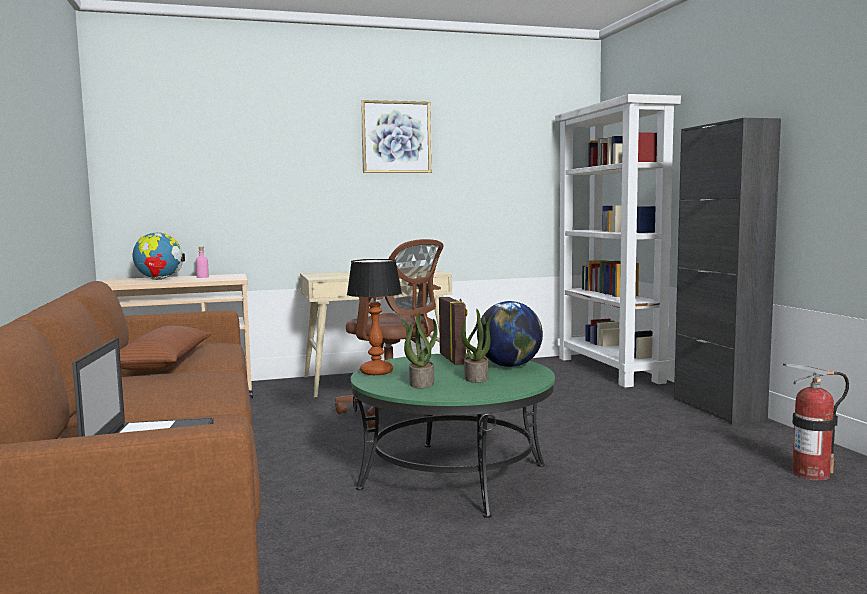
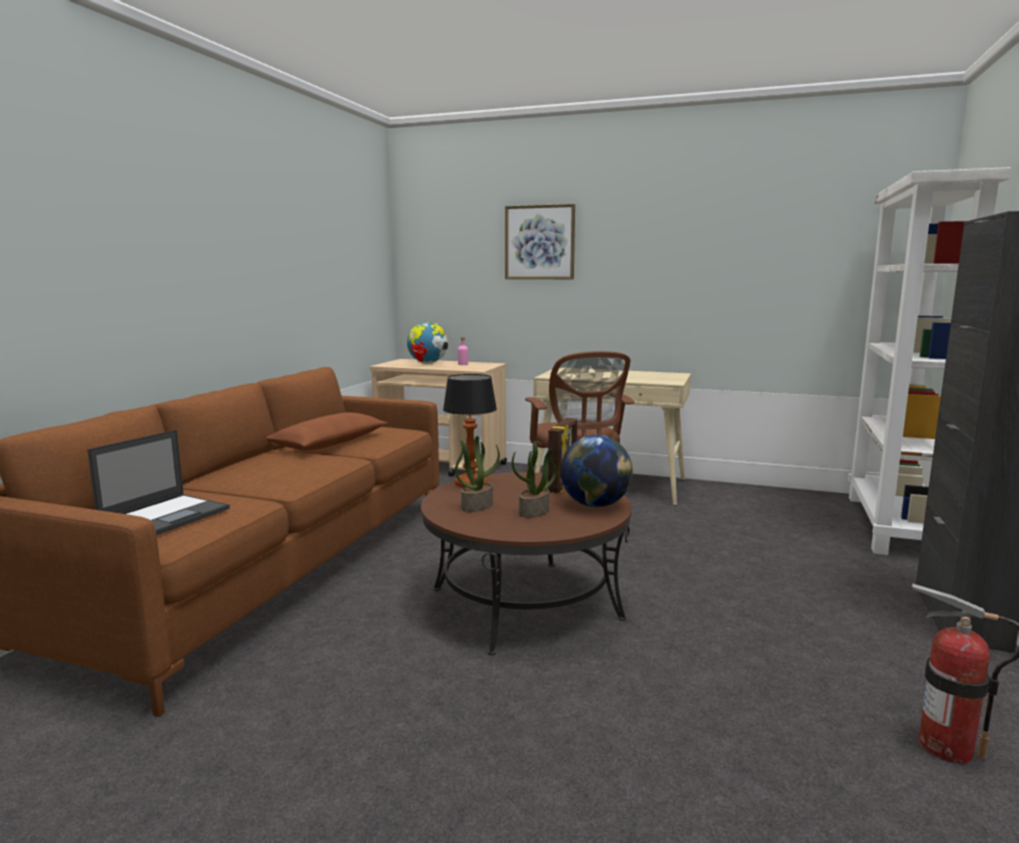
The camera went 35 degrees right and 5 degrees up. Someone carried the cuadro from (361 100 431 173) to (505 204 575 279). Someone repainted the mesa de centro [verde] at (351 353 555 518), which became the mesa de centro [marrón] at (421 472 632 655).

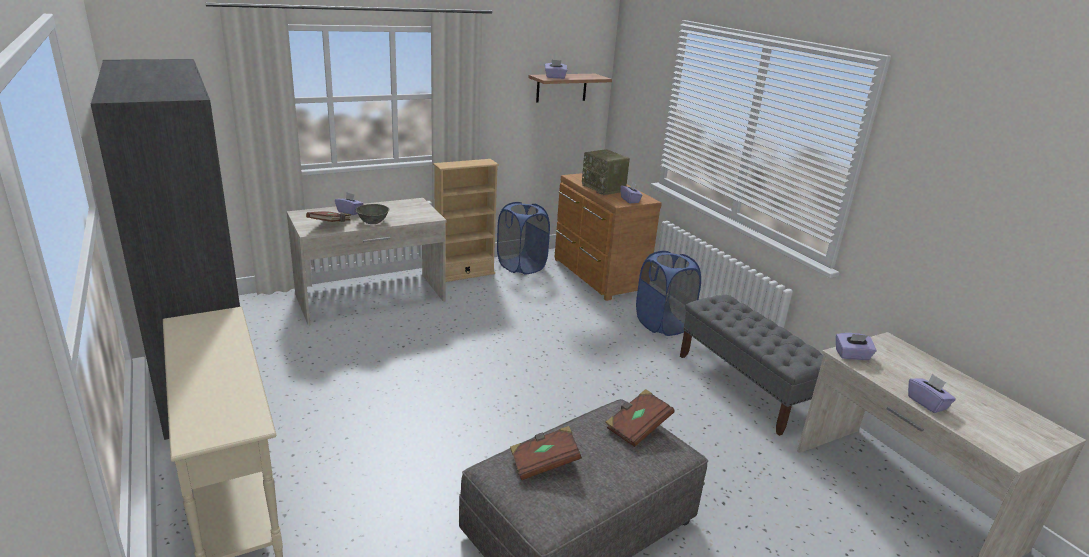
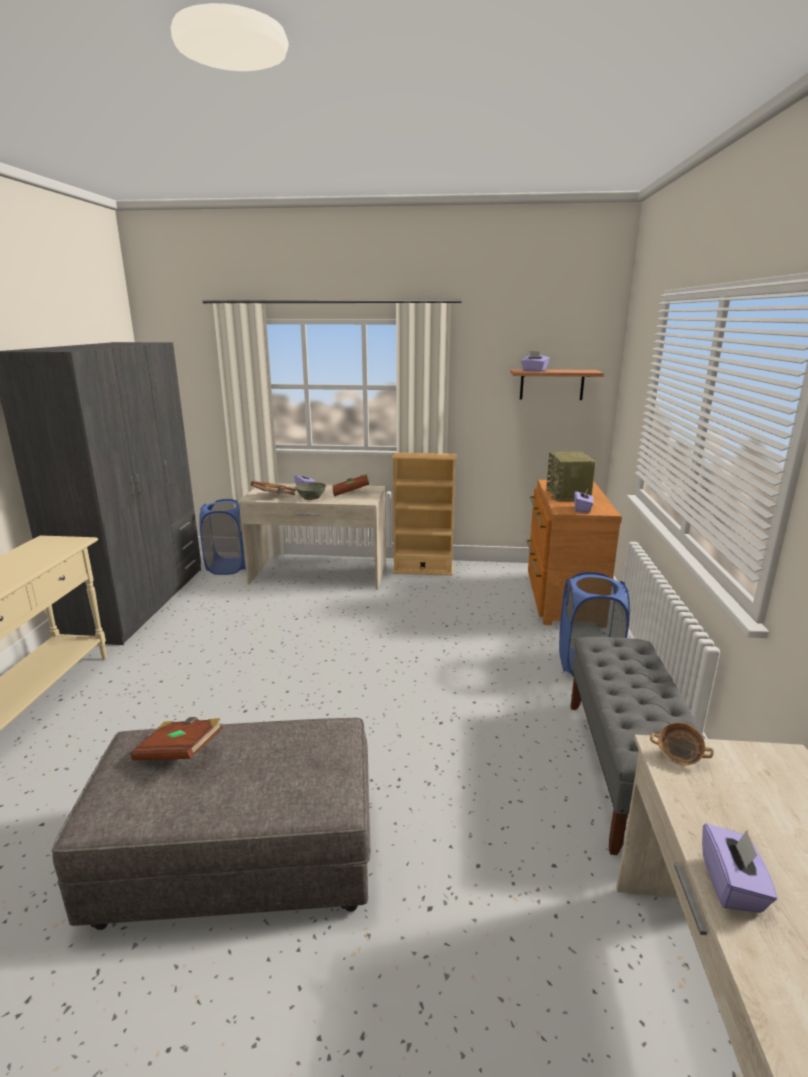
The camera went 35 degrees right and 5 degrees down. Someone carried the cesto de la ropa [azul] from (497 202 550 275) to (200 499 246 575). Someone swapped the caja de pañuelos [morado] at (836 333 876 360) for the cuenco at (650 723 714 765). Someone carried the libro [marrón] from (605 389 675 447) to (332 474 369 496).

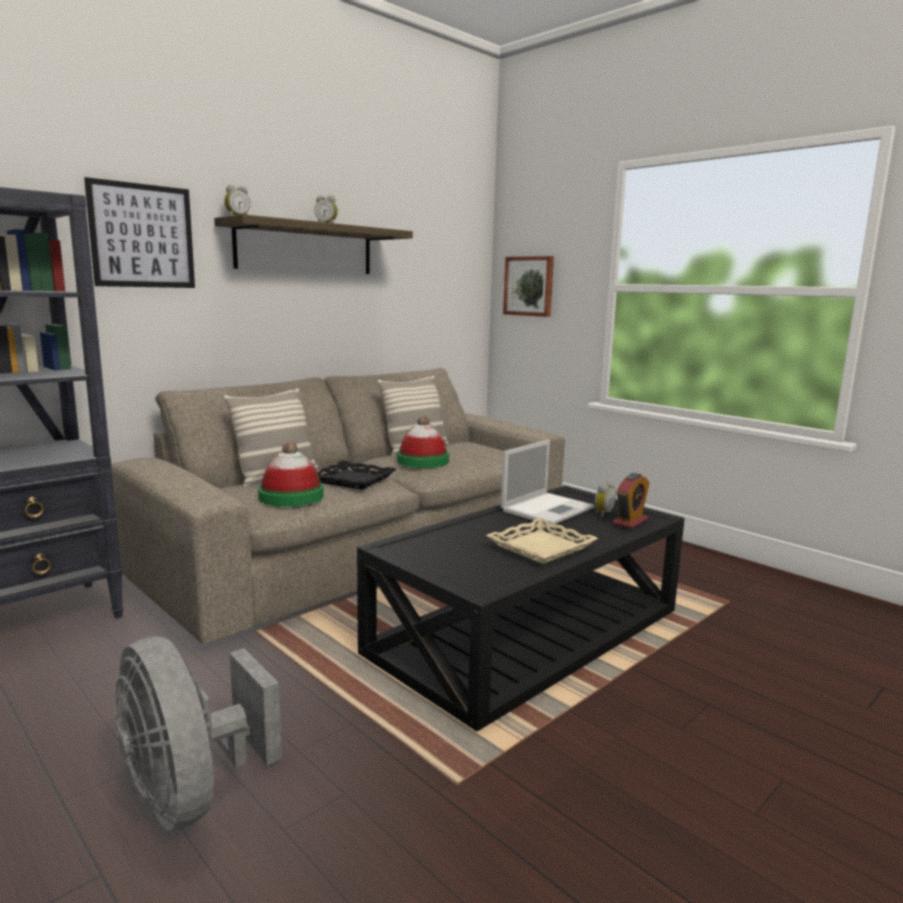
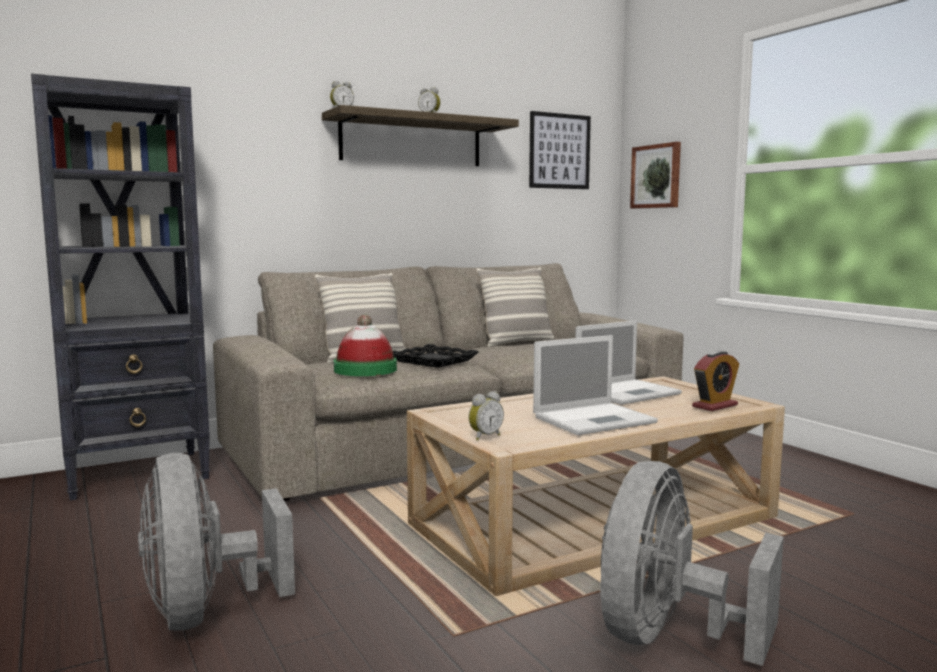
The camera went 15 degrees right and 5 degrees down. Someone carried the cuadro from (84 177 195 288) to (529 111 591 189). Someone took away the sombrero at (397 416 449 468). Someone carried the despertador from (595 481 616 518) to (469 391 504 440). Someone repainted the mesa de centro [negro] at (357 486 685 731), which became the mesa de centro [beis] at (407 376 785 596). Someone swapped the bandeja [beis] at (486 518 598 564) for the portátil at (533 335 658 435). Someone put down the ventilador [gris] at (600 461 784 666).

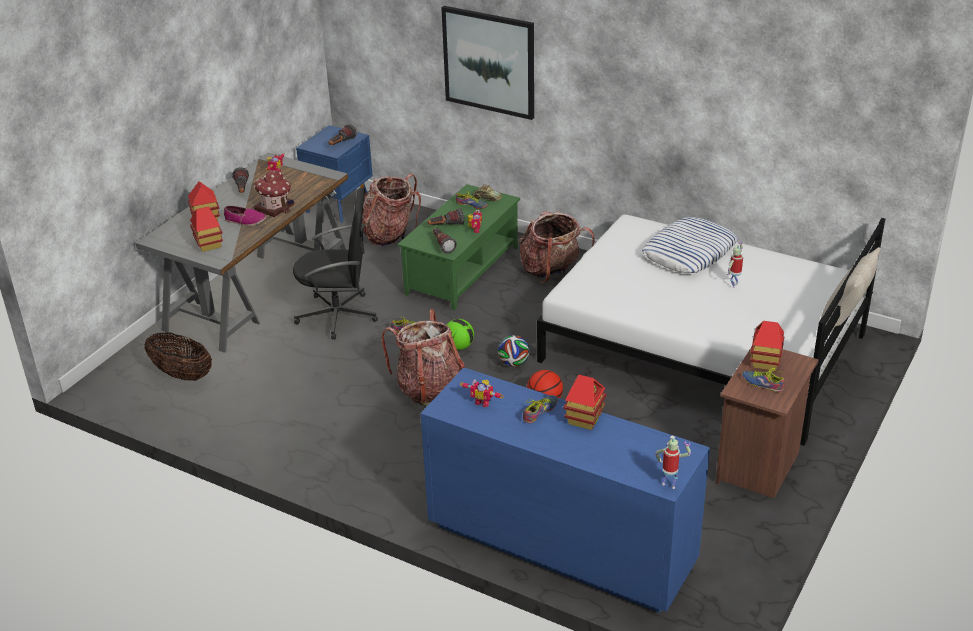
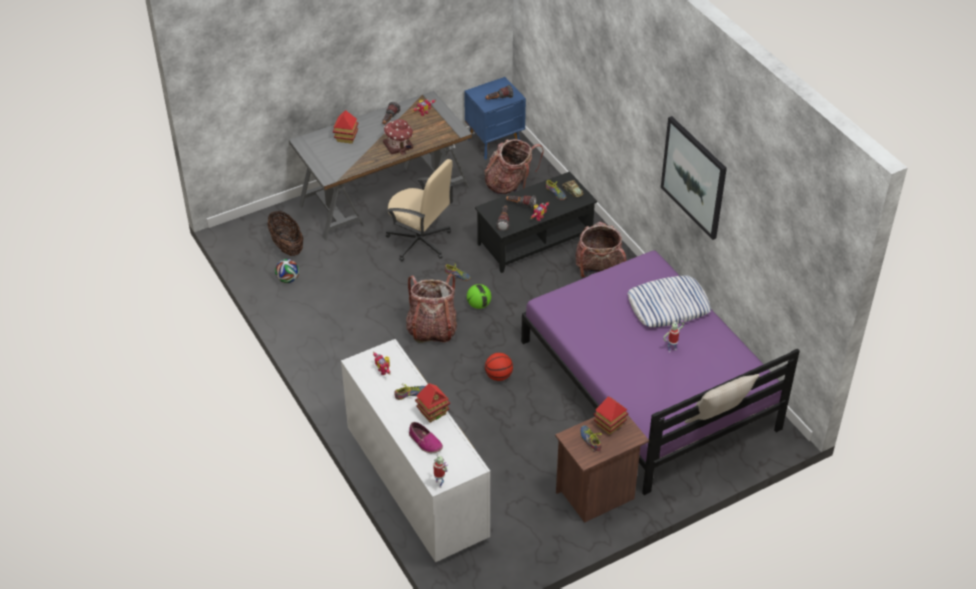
The camera went 30 degrees right and 10 degrees up. Someone carried the cuadro from (441 6 534 120) to (661 116 727 240). Someone repainted the mesa de centro [verde] at (398 184 520 310), which became the mesa de centro [negro] at (475 171 597 273). Someone repainted the silla de oficina [negro] at (293 188 378 340), which became the silla de oficina [beis] at (386 159 454 262). Someone carried the zapato from (224 206 266 226) to (409 422 443 453). Someone took away the casita at (190 207 223 252). Someone repainted the cama [blanco] at (537 214 885 446), which became the cama [morado] at (521 251 800 495). Someone carried the balón de fútbol from (498 335 530 367) to (275 259 299 283). Someone repainted the cómoda [azul] at (421 368 710 613), which became the cómoda [blanco] at (341 339 490 562).

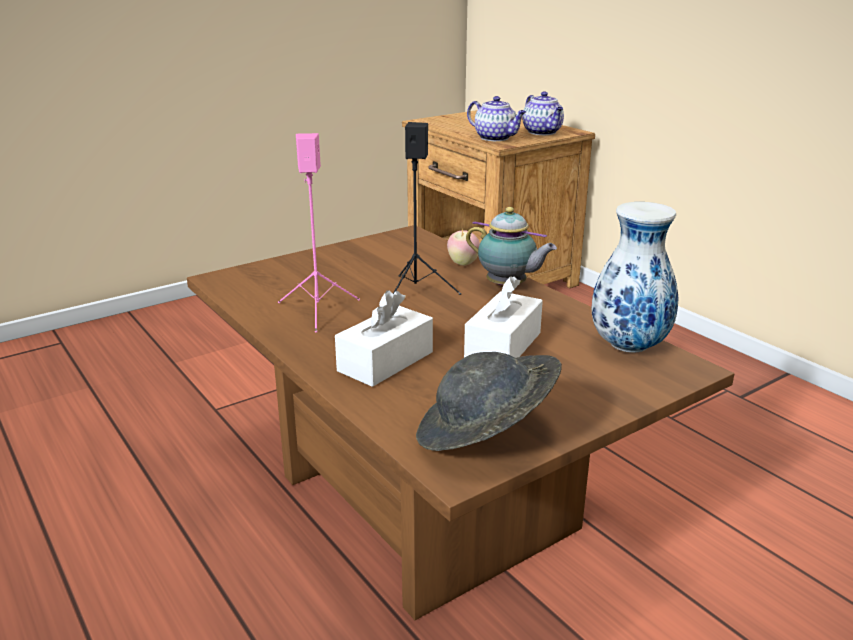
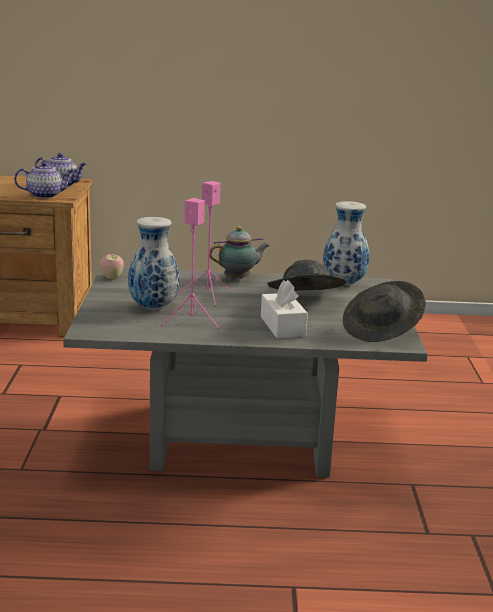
The camera went 55 degrees left and 5 degrees down. Someone repainted the altavoz [negro] at (393 122 461 295), which became the altavoz [rosa] at (178 181 230 308). Someone repainted the mesa de centro [marrón] at (187 225 734 620), which became the mesa de centro [gris] at (63 268 428 477). Someone carried the manzana from (447 228 480 266) to (100 254 124 279). Someone swapped the caja de pañuelos [blanco] at (464 276 543 358) for the sombrero [gris] at (267 260 347 291). Someone put down the florero at (128 217 179 310).

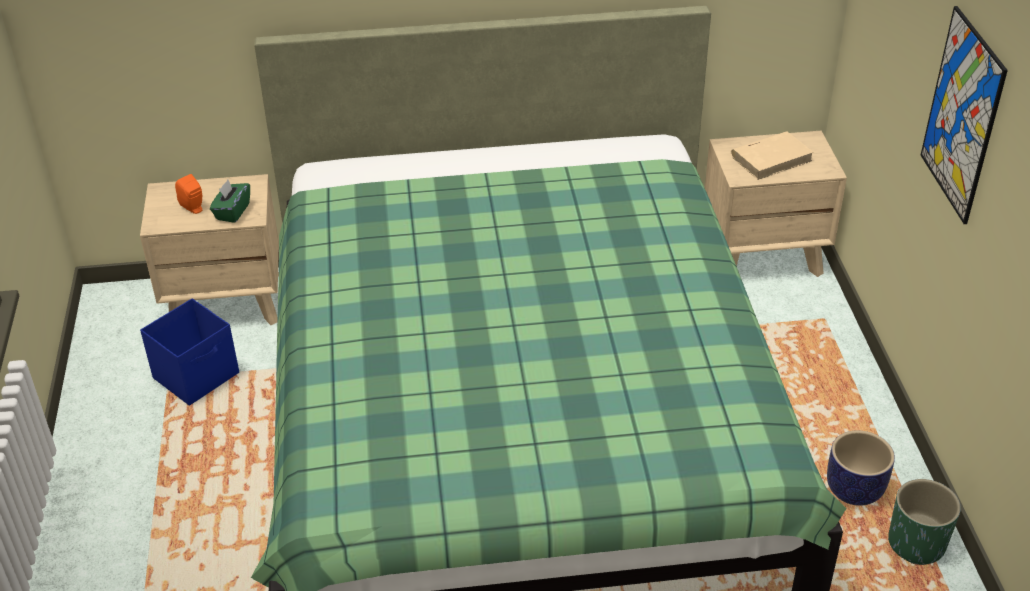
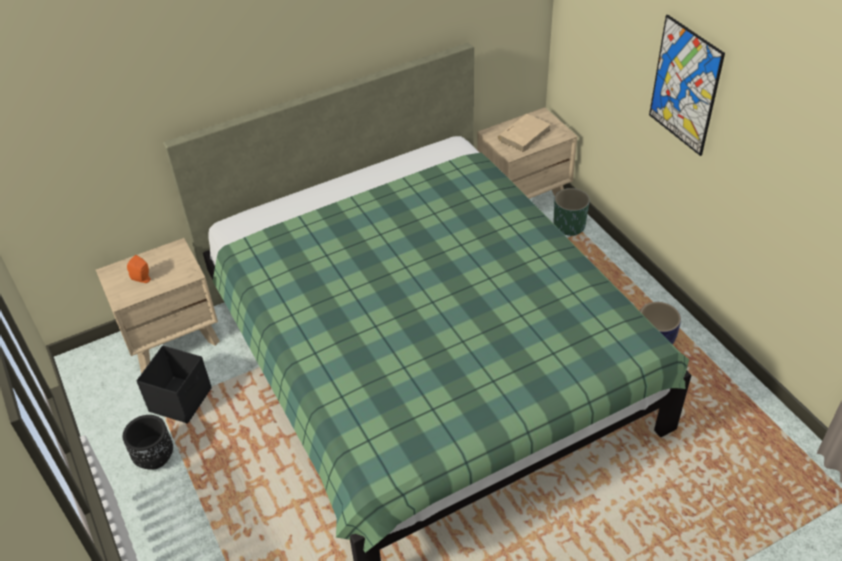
The camera went 20 degrees left and 5 degrees up. Someone took away the caja de pañuelos [verde] at (210 180 250 223). Someone repainted the caja de almacenaje [azul] at (140 298 239 406), which became the caja de almacenaje [negro] at (136 346 212 424). Someone carried the maceta [verde] from (888 479 961 565) to (553 188 590 236). Someone put down the maceta [negro] at (123 415 173 470).

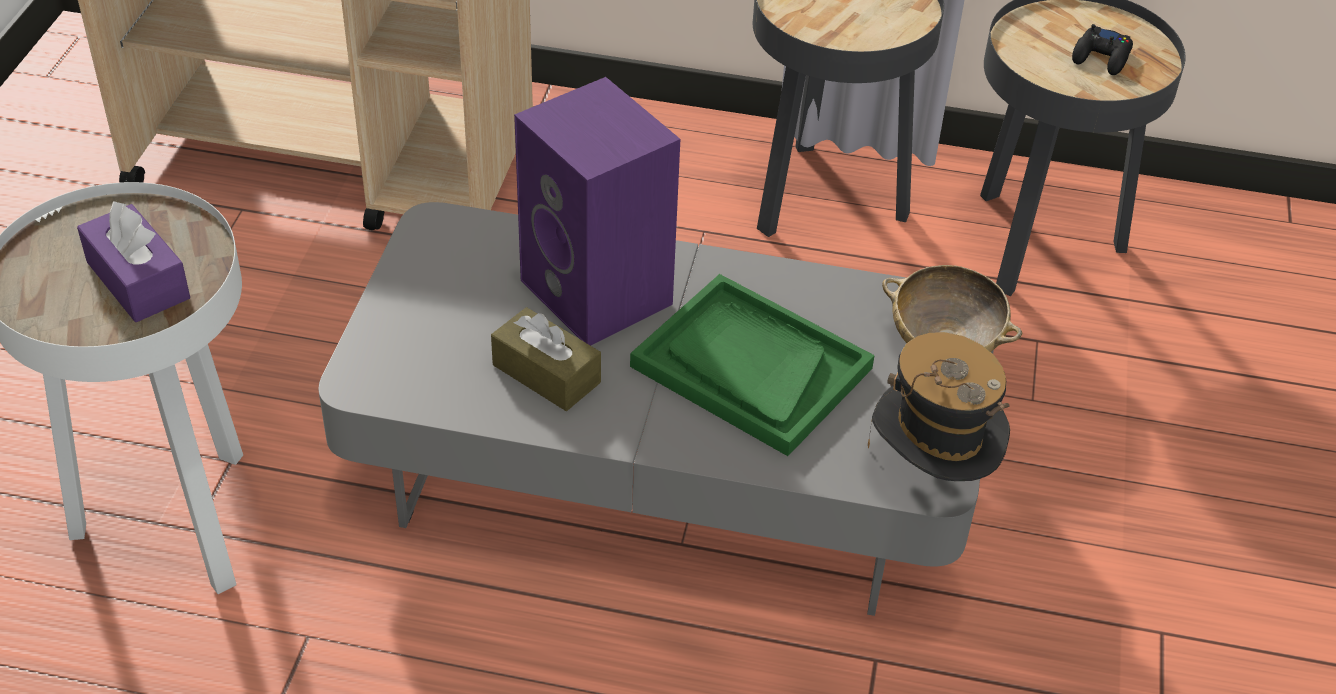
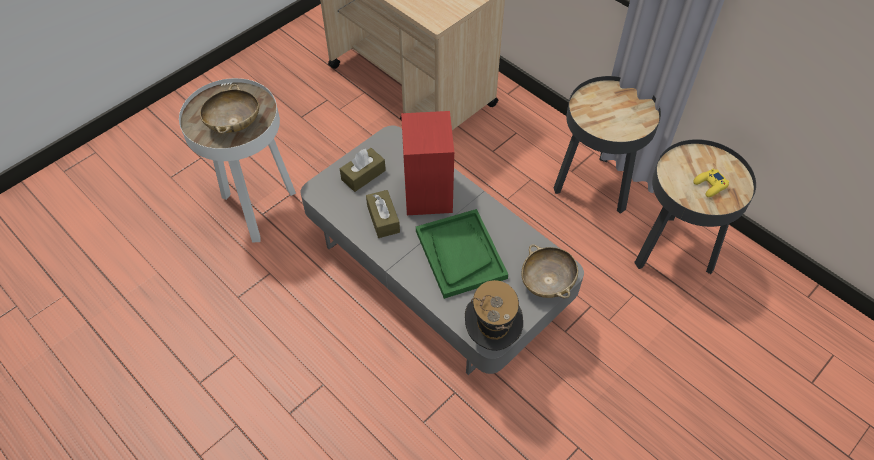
The camera went 35 degrees right and 10 degrees up. Someone repainted the mando de consola [negro] at (1072 24 1133 75), which became the mando de consola [amarillo] at (693 169 729 197). Someone repainted the altavoz [morado] at (514 77 680 346), which became the altavoz [rojo] at (401 111 454 215). Someone swapped the caja de pañuelos [morado] at (77 201 190 322) for the cuenco [beis] at (200 84 259 134). Someone put down the caja de pañuelos [marrón] at (340 148 386 192).

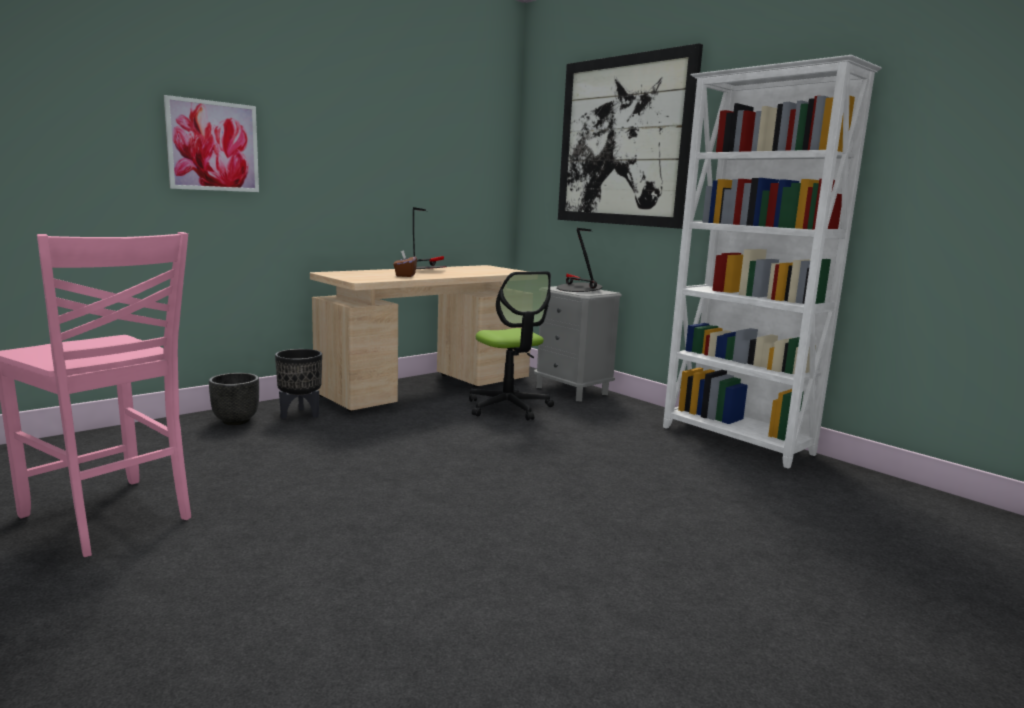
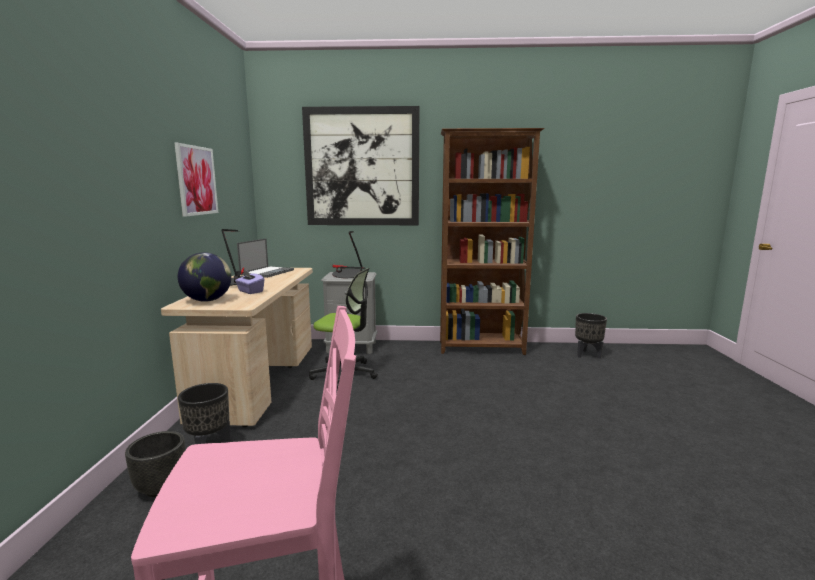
The camera went 45 degrees left and 0 degrees up. Someone repainted the estantería [blanco] at (663 55 882 469), which became the estantería [marrón] at (440 128 545 355). Someone carried the cuadro from (164 95 259 192) to (174 143 218 217). Someone repainted the caja de pañuelos [marrón] at (394 250 417 277), which became the caja de pañuelos [morado] at (235 270 264 294). Someone put down the portátil at (237 238 294 278). Someone put down the globo terráqueo at (178 252 232 302). Someone put down the maceta [negro] at (575 313 607 358).

